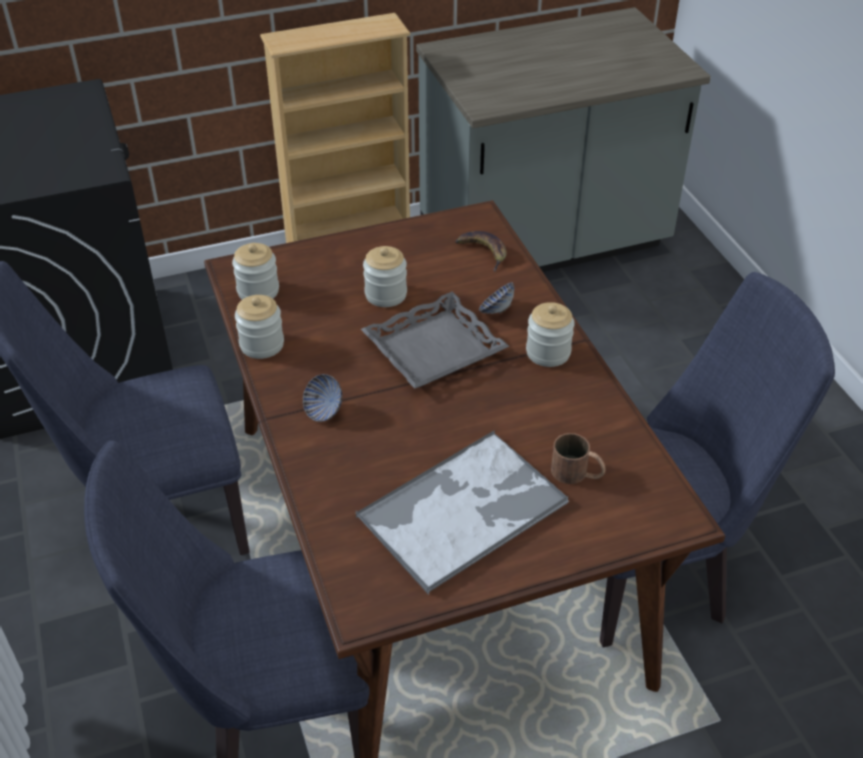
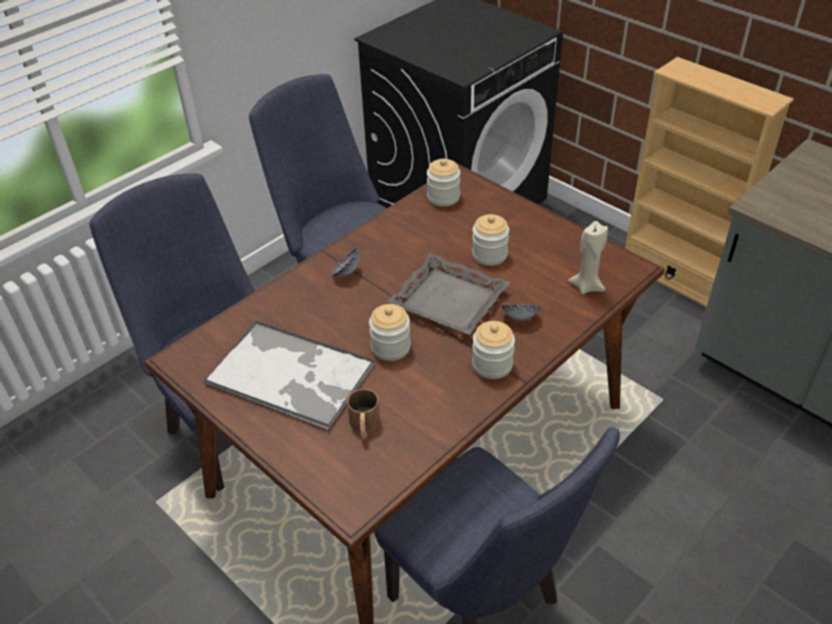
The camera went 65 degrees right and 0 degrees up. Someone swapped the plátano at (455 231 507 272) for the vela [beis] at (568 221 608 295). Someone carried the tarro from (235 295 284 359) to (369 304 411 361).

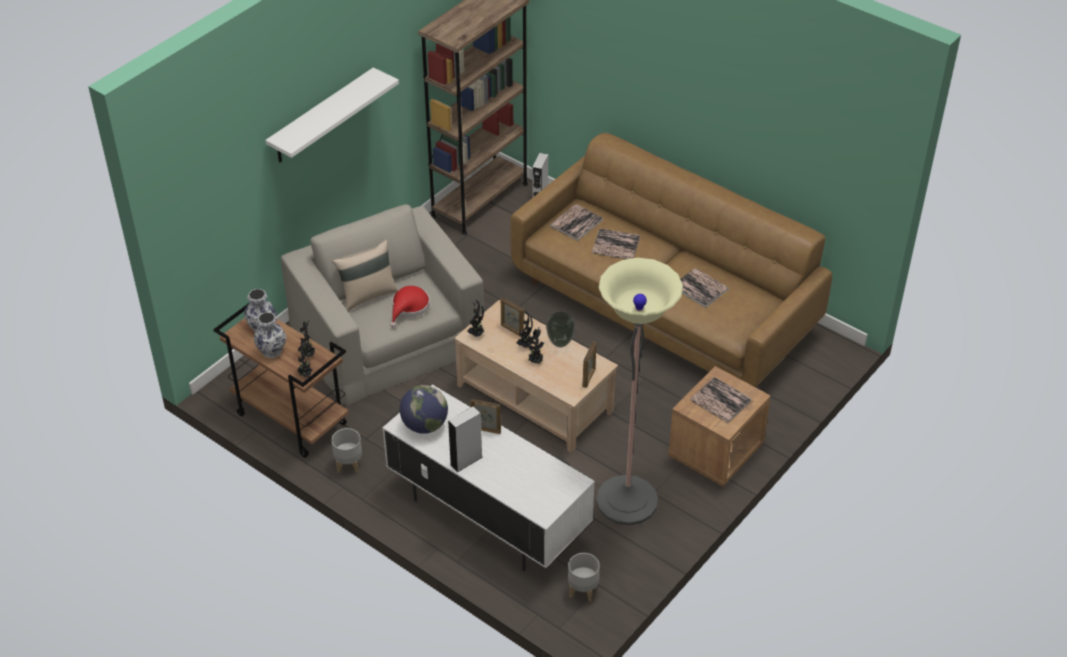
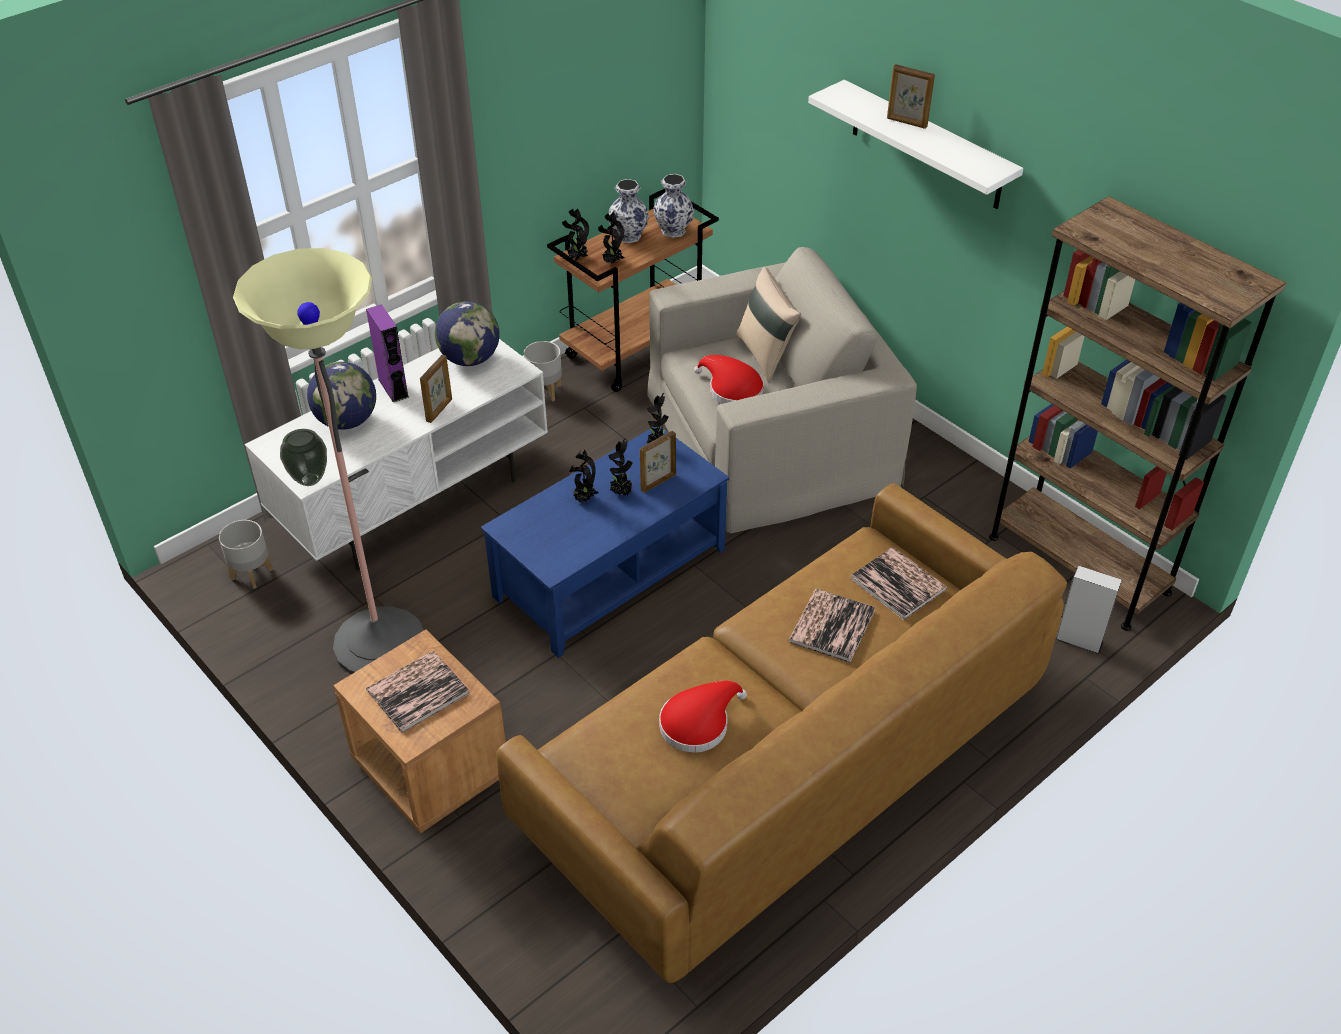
The camera went 100 degrees right and 0 degrees up. Someone swapped the libro at (680 268 729 308) for the sombrero [rojo] at (659 681 747 753). Someone repainted the mesa de centro [beis] at (454 300 618 452), which became the mesa de centro [azul] at (481 426 729 658). Someone carried the florero from (546 311 575 347) to (280 429 327 486). Someone carried the portarretratos from (583 341 596 388) to (887 64 935 129). Someone repainted the altavoz [gris] at (448 406 483 472), which became the altavoz [morado] at (366 304 409 402). Someone put down the globo terráqueo at (307 362 376 430).

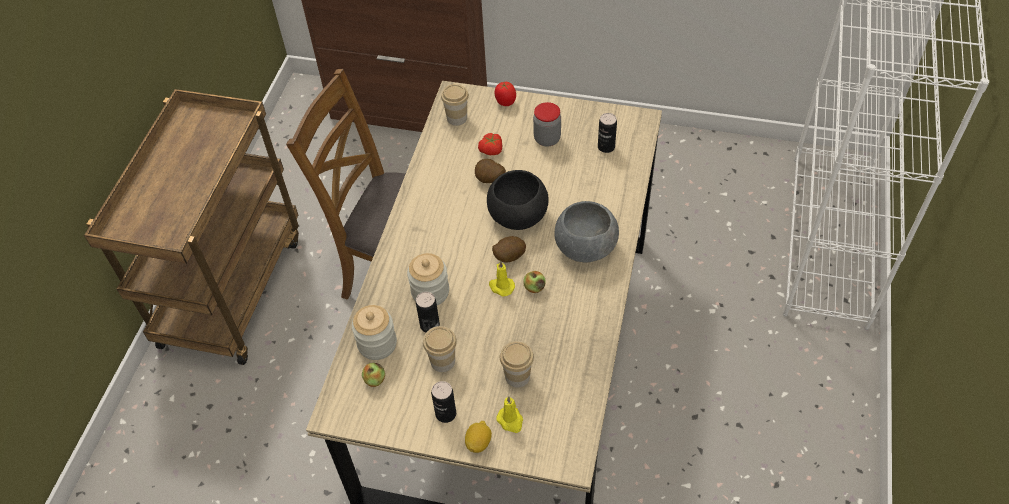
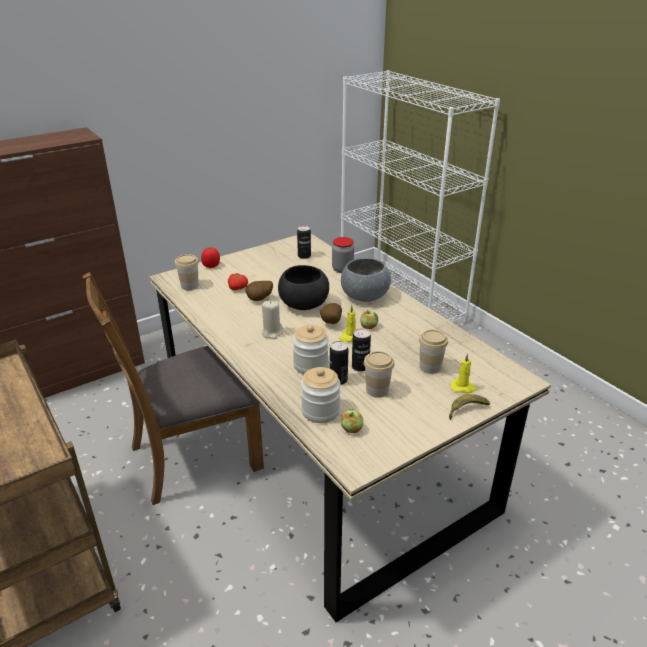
The camera went 50 degrees left and 20 degrees down. Someone carried the tarro from (533 102 561 146) to (332 237 354 273). Someone carried the lata from (431 381 456 423) to (352 329 371 372). Someone swapped the limón at (465 421 492 453) for the plátano at (449 394 490 420). Someone put down the vela [beis] at (261 300 283 339).

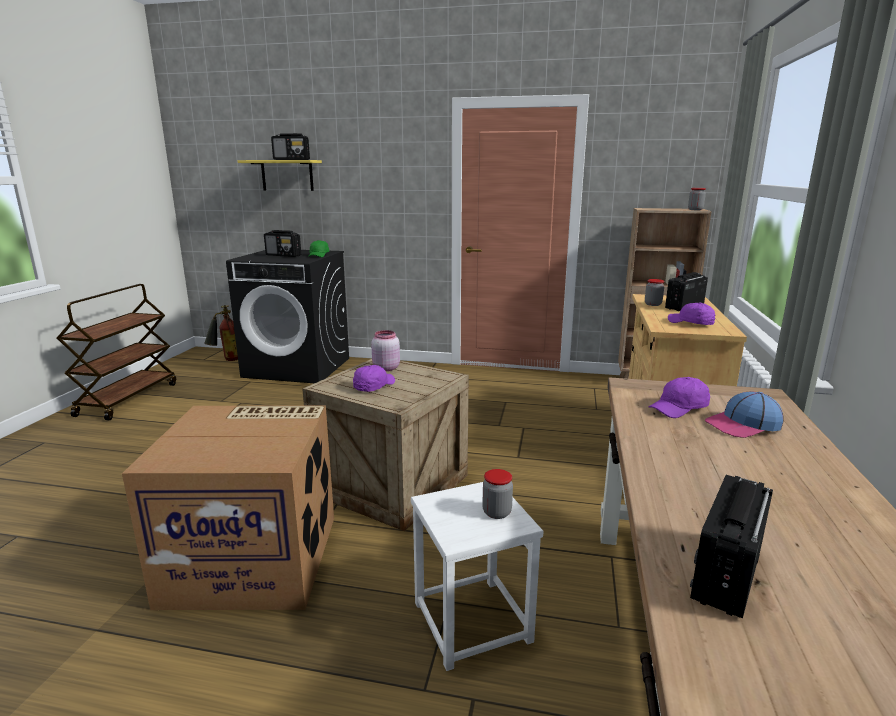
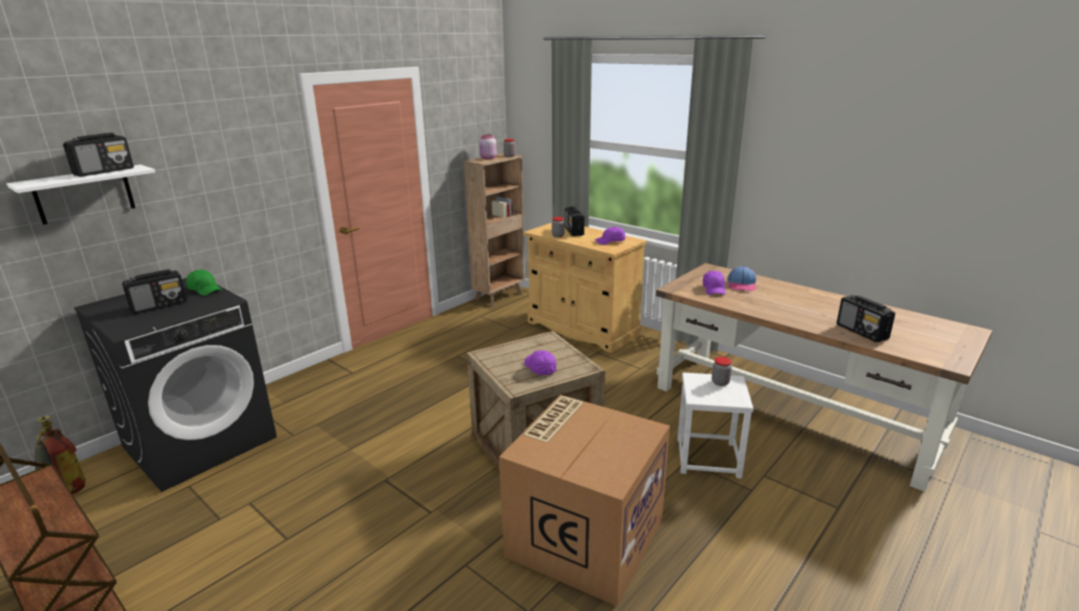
The camera went 60 degrees left and 5 degrees up. Someone repainted the estante [amarillo] at (237 160 322 191), which became the estante [blanco] at (7 165 155 225). Someone carried the tarro [rosa] from (371 330 400 371) to (479 135 497 159).

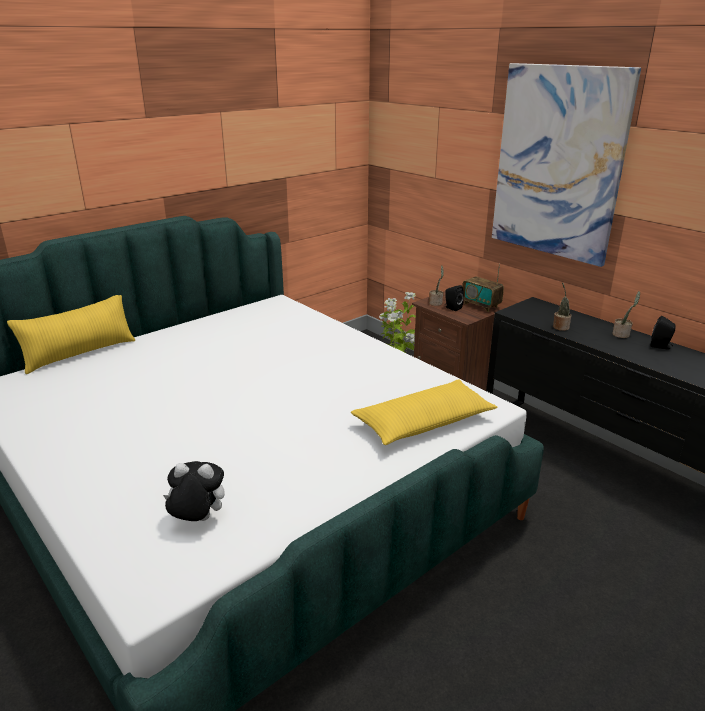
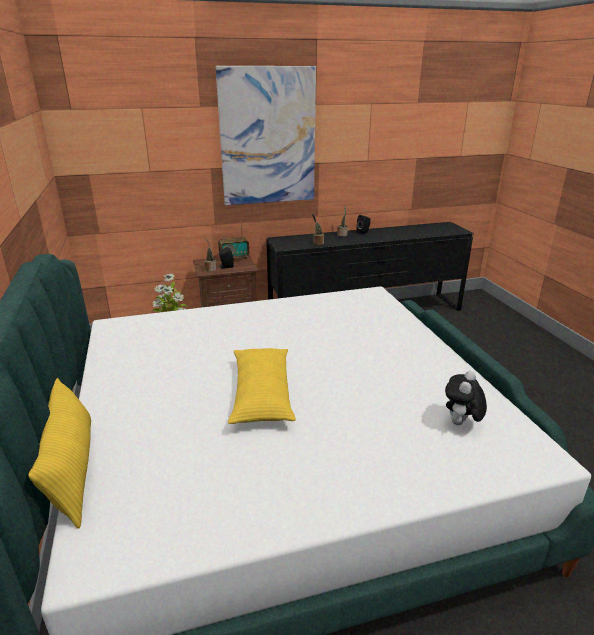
The camera went 65 degrees left and 0 degrees up. Someone carried the cojín [amarillo] from (351 379 498 445) to (228 348 296 424).

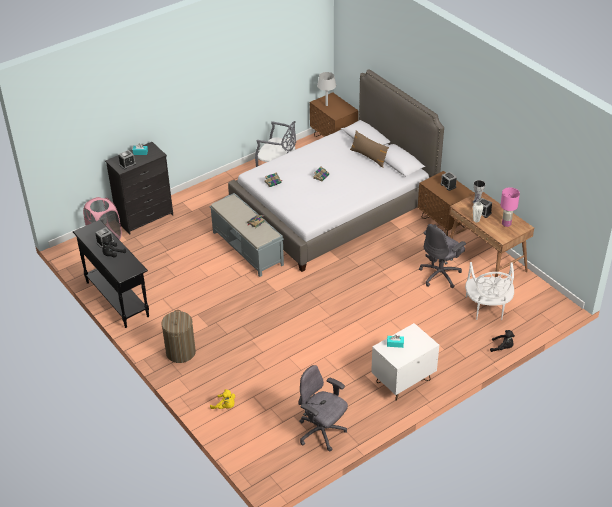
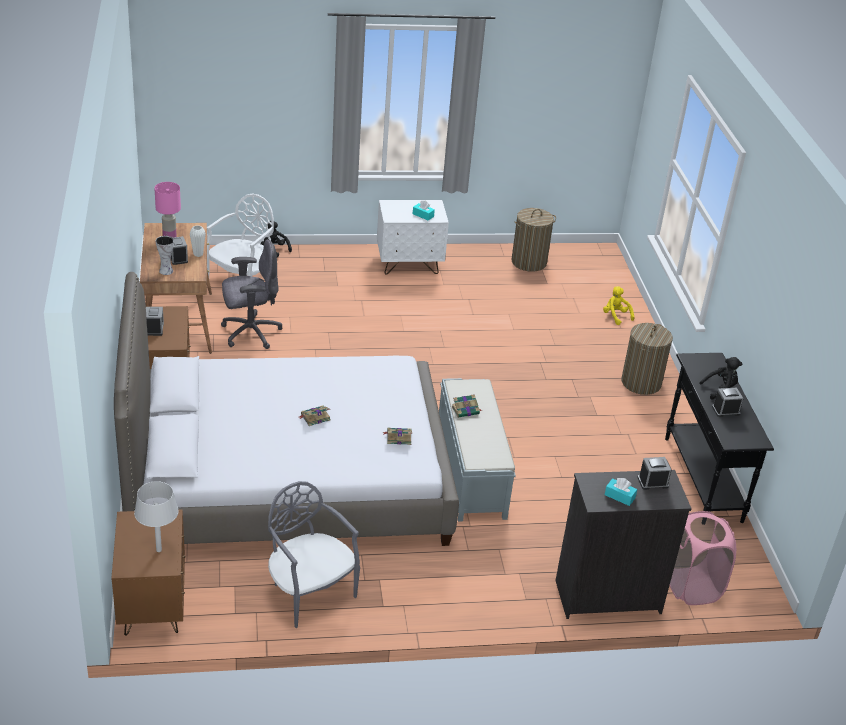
The camera went 155 degrees left and 5 degrees down. Someone took away the cojín [marrón] at (350 130 389 168). Someone swapped the silla de oficina [gris] at (298 365 348 452) for the cesto de la ropa at (511 208 556 272).

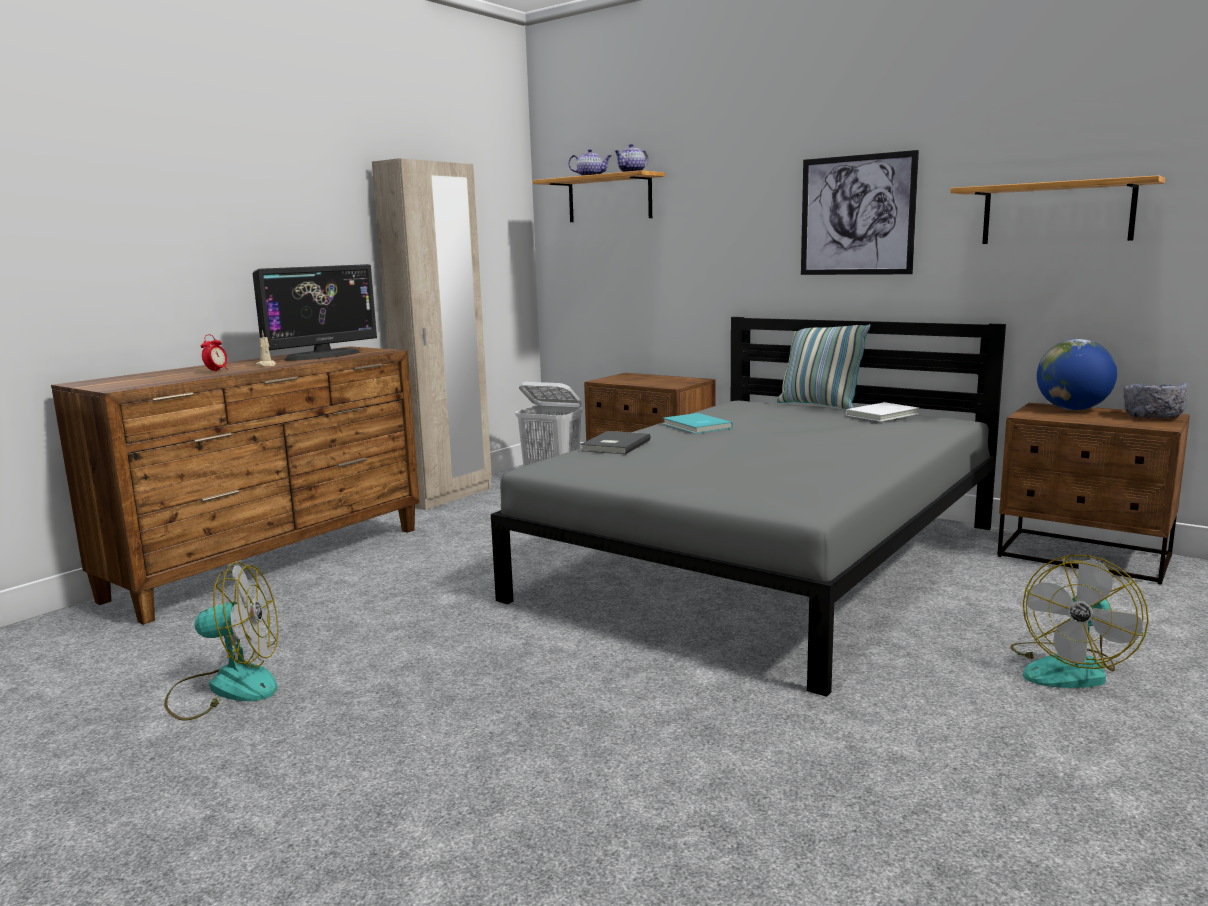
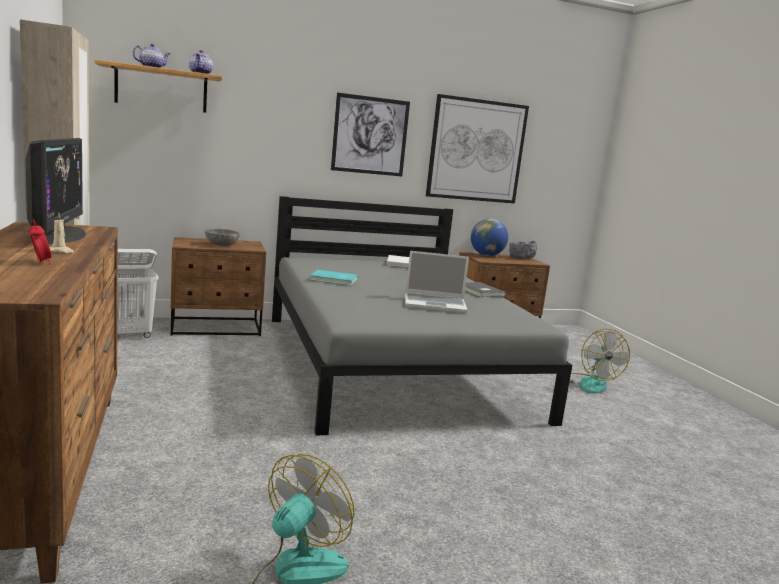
The camera went 55 degrees left and 0 degrees up. Someone swapped the estante at (950 175 1166 244) for the cuadro at (426 94 529 204). Someone took away the cojín at (777 324 871 409). Someone carried the libro [gris] from (580 431 651 454) to (465 282 506 297). Someone put down the cuenco [gris] at (205 228 240 246). Someone put down the portátil at (405 251 469 314).

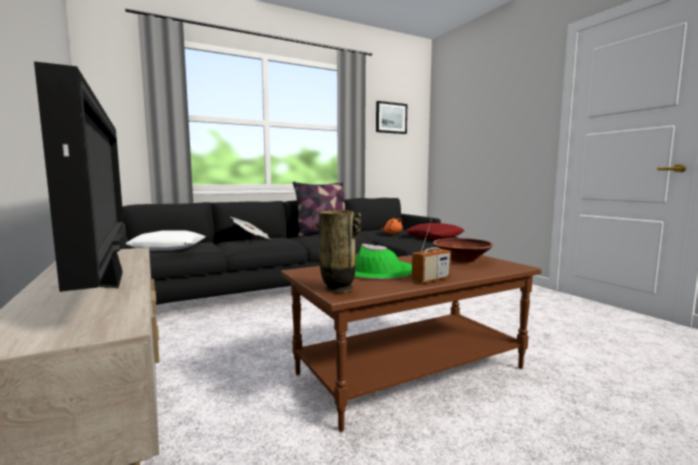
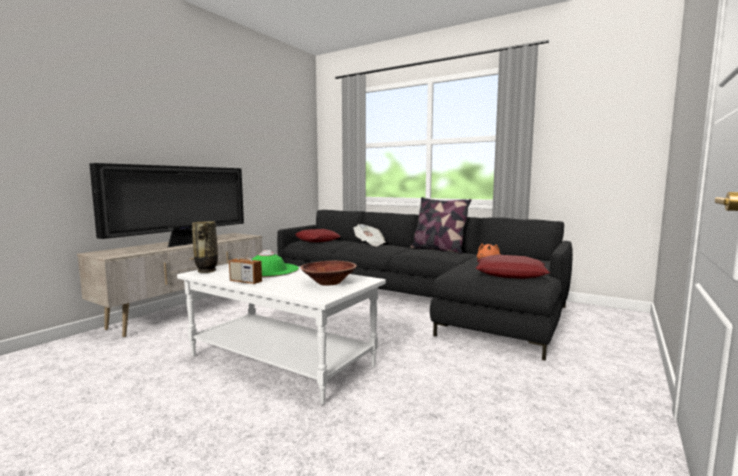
The camera went 60 degrees right and 0 degrees up. Someone took away the cuadro at (376 101 407 134). Someone repainted the cojín [blanco] at (126 230 206 251), which became the cojín [rojo] at (295 229 341 242). Someone repainted the mesa de centro [marrón] at (281 255 541 432), which became the mesa de centro [blanco] at (177 264 386 405).

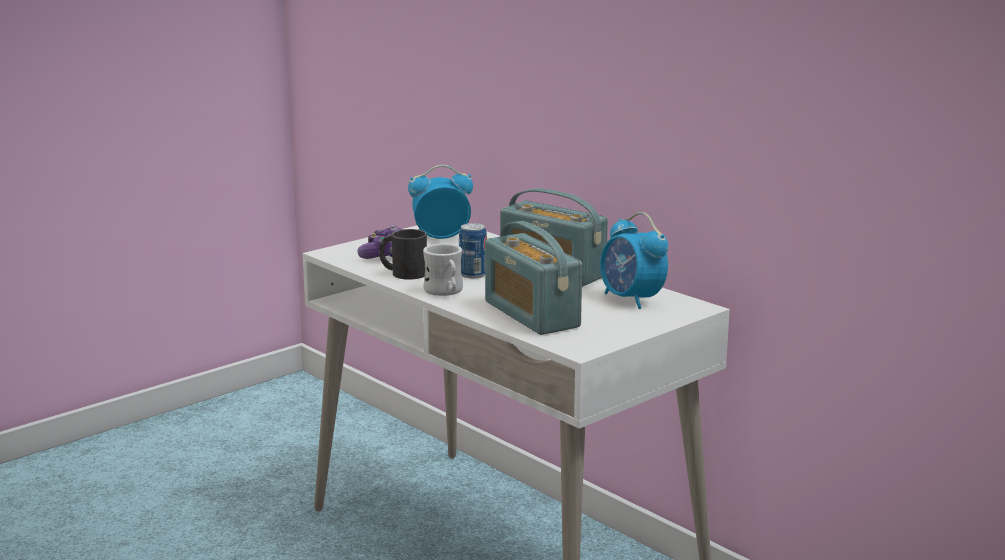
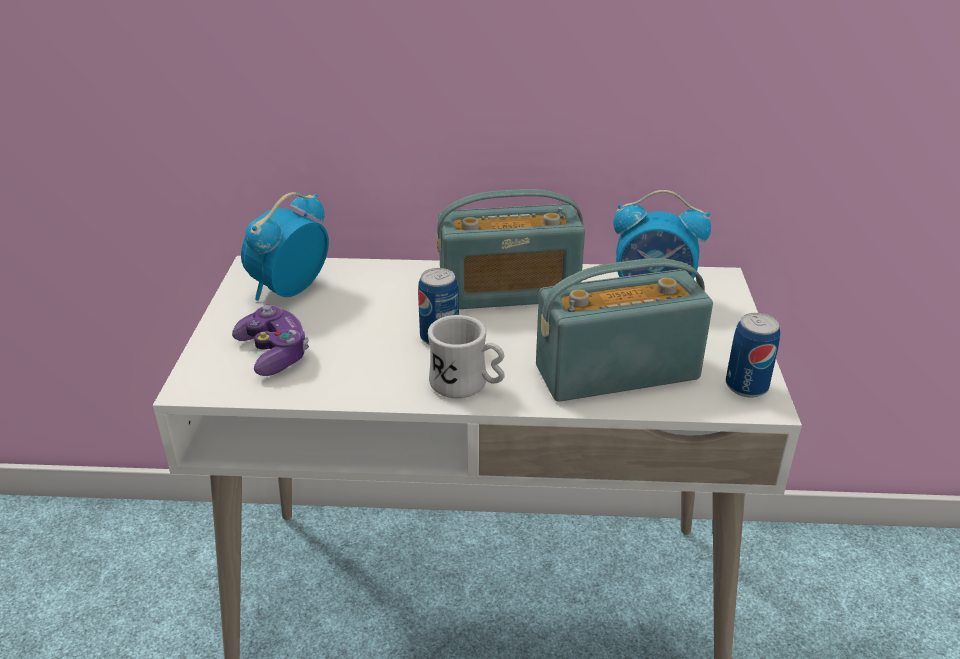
The camera went 45 degrees left and 15 degrees up. Someone rotated the radio at (485 221 582 335) by 150 degrees clockwise. Someone took away the taza grande [negro] at (379 229 427 280). Someone put down the lata at (726 313 781 397).

